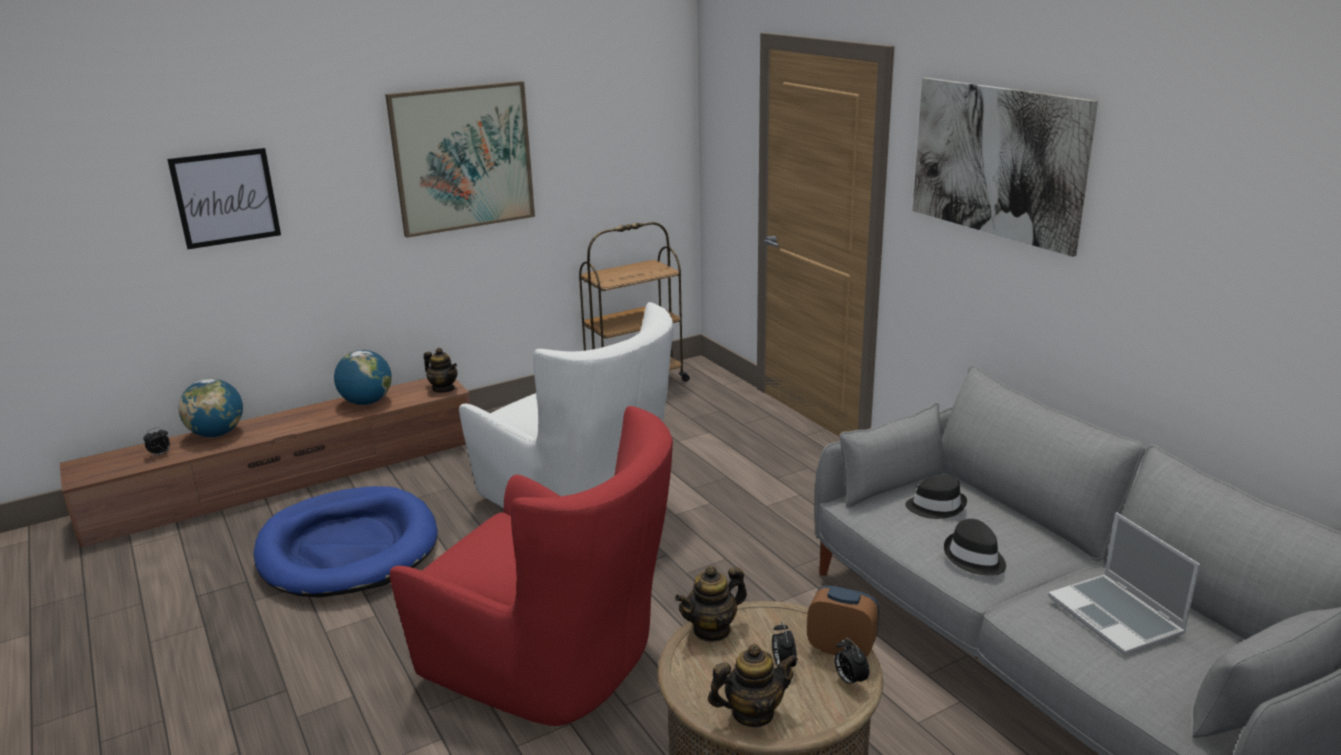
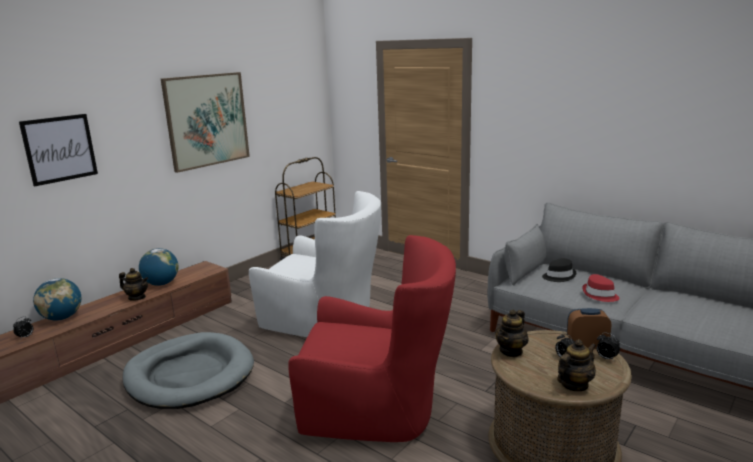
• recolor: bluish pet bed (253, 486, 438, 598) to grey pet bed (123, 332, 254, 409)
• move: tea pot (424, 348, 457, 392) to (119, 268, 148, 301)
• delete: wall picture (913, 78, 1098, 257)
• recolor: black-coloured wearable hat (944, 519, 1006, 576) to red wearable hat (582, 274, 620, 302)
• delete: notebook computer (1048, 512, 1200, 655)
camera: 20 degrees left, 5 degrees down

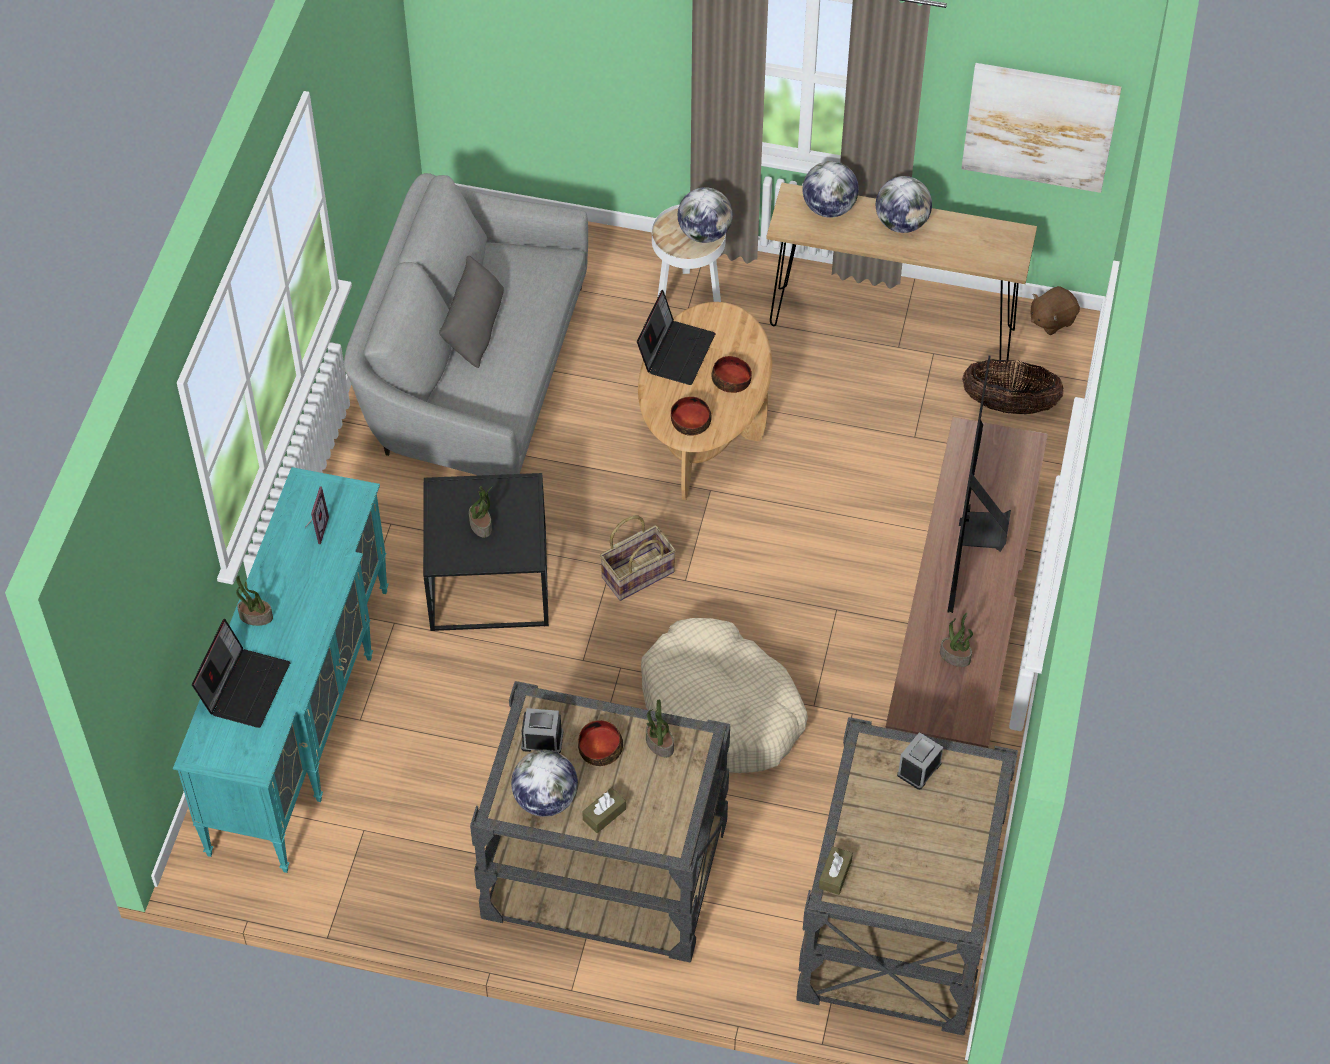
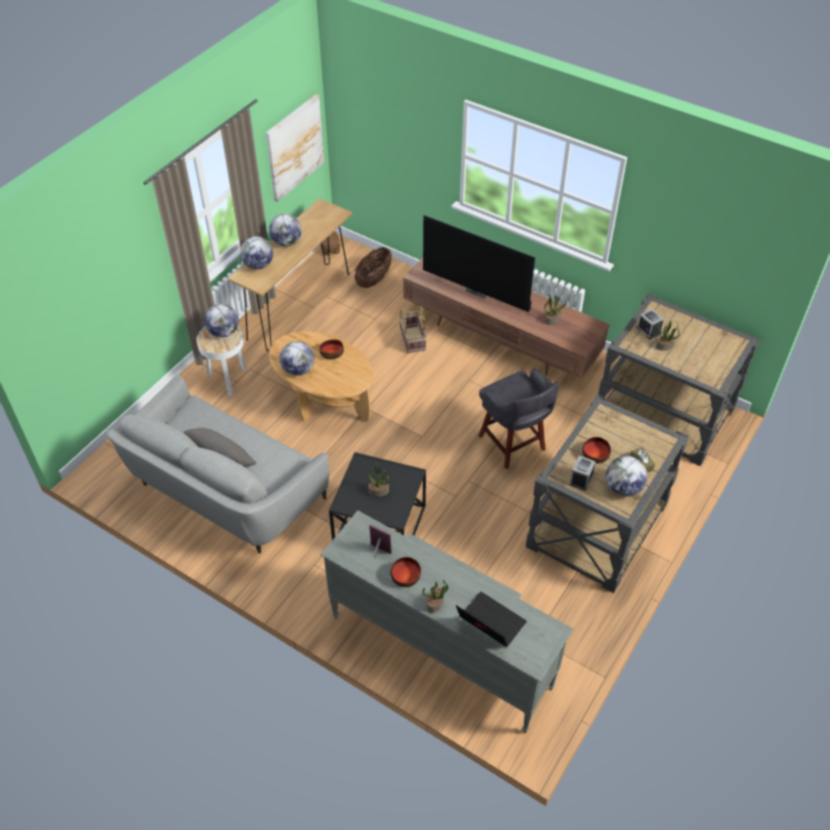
• recolor: turquoise storage cabinet (173, 467, 389, 873) to grey storage cabinet (320, 510, 573, 733)
• move: household basket (600, 515, 676, 601) to (399, 306, 427, 353)
• replace: notebook computer (637, 290, 716, 385) to desk globe (280, 341, 314, 376)
• replace: sand-coloured pet bed (641, 618, 808, 773) to grey stool (478, 368, 559, 469)
• move: plant in a pot (646, 699, 674, 757) to (656, 321, 680, 351)
• move: bowl (671, 396, 711, 436) to (390, 557, 421, 587)
• delete: brown-coloured tissue holder (819, 846, 853, 895)
camera: 70 degrees left, 5 degrees down

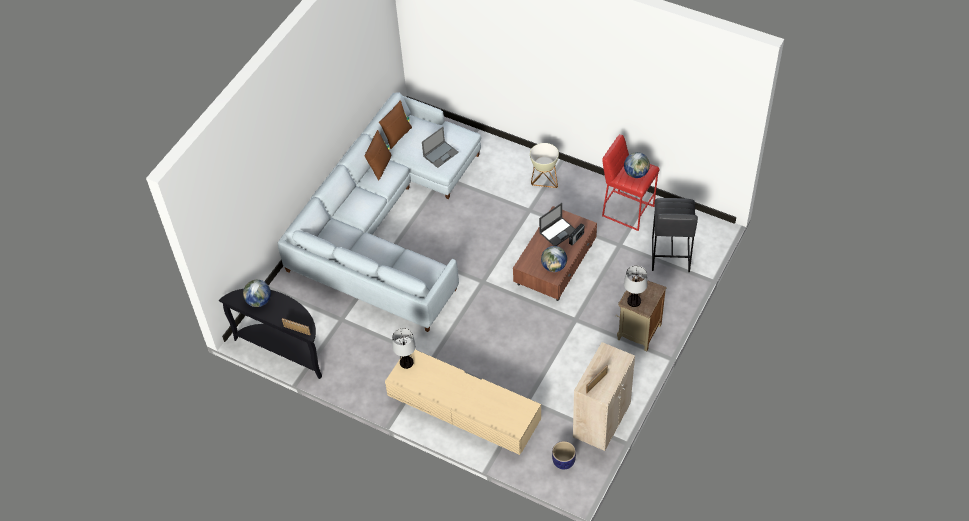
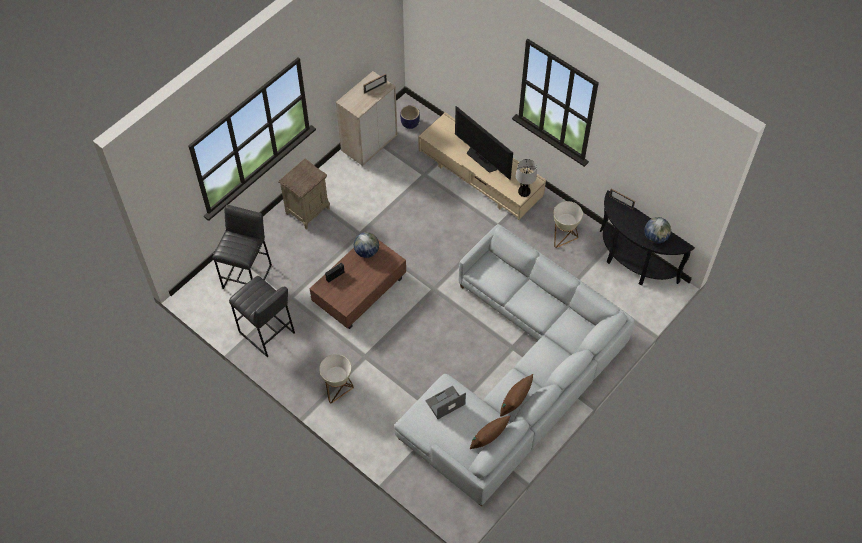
• delete: notebook computer (539, 203, 575, 246)
• recolor: red stool (602, 134, 659, 231) to grey stool (229, 276, 295, 357)
• delete: desk globe (624, 152, 650, 178)
• delete: table lamp (624, 265, 647, 307)
• insert: TV (455, 106, 513, 180)
• insert: plant pot (553, 201, 583, 248)
camera: 170 degrees left, 5 degrees up

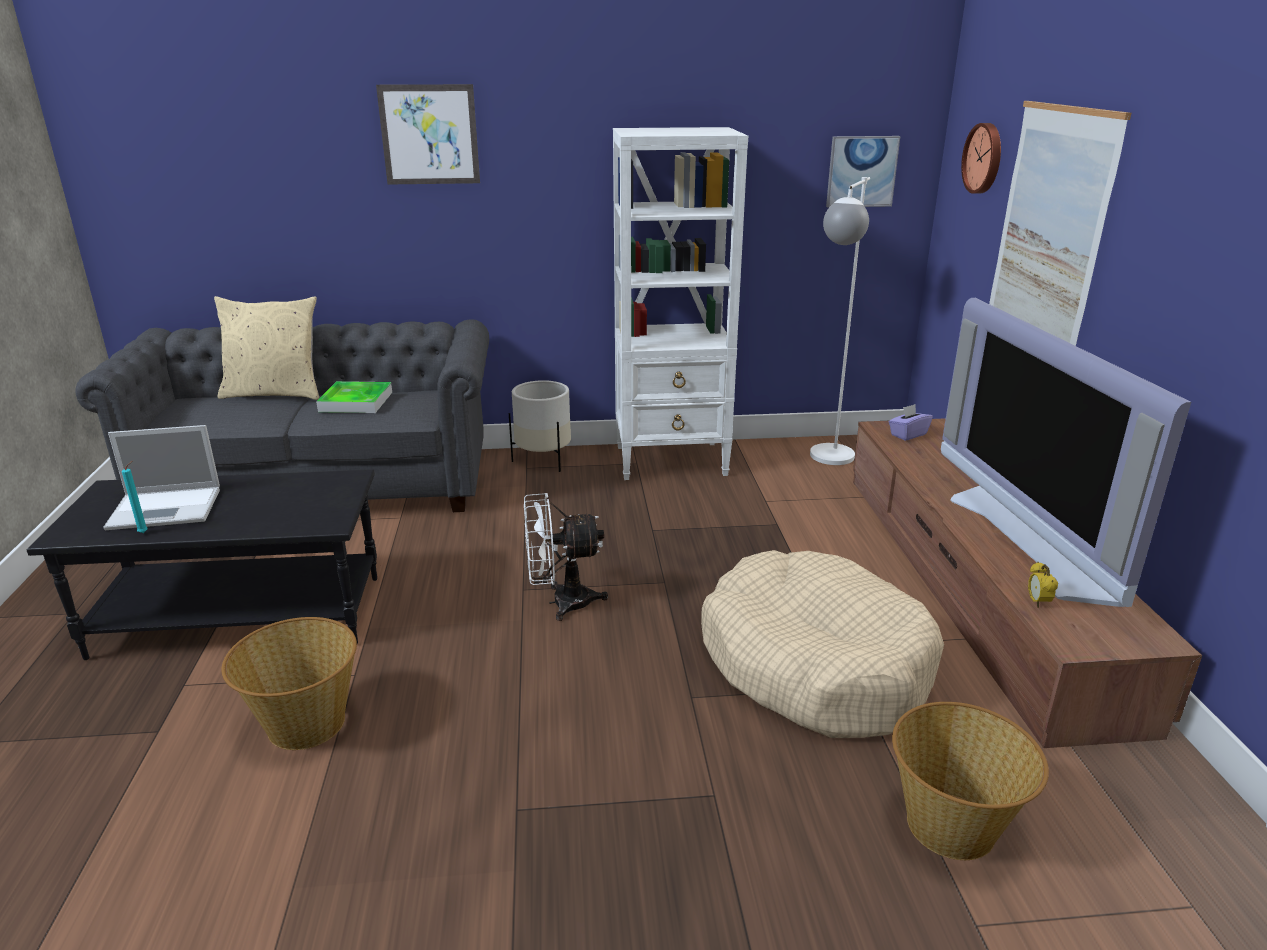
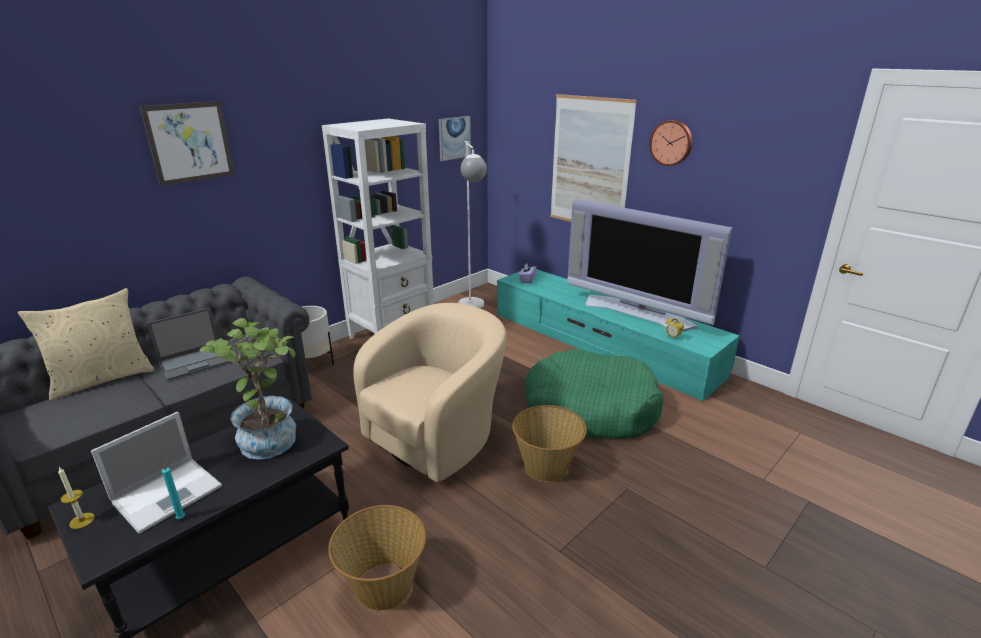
• replace: serving tray (316, 381, 392, 413) to notebook computer (147, 308, 231, 381)
• replace: white-coloured fan (524, 493, 608, 621) to sand-coloured armchair (353, 303, 506, 482)
• recolor: sand-coloured pet bed (701, 550, 944, 738) to green pet bed (524, 349, 663, 439)
• recolor: brown-coloured tv unit (853, 418, 1202, 748) to turquoise tv unit (497, 269, 740, 401)
• move: household basket (892, 702, 1049, 860) to (512, 405, 587, 482)
• move: wall clock (961, 123, 1001, 194) to (649, 120, 692, 166)
• insert: wax light (58, 467, 95, 529)
• insert: plant in a pot (200, 318, 296, 460)
camera: 40 degrees left, 0 degrees up

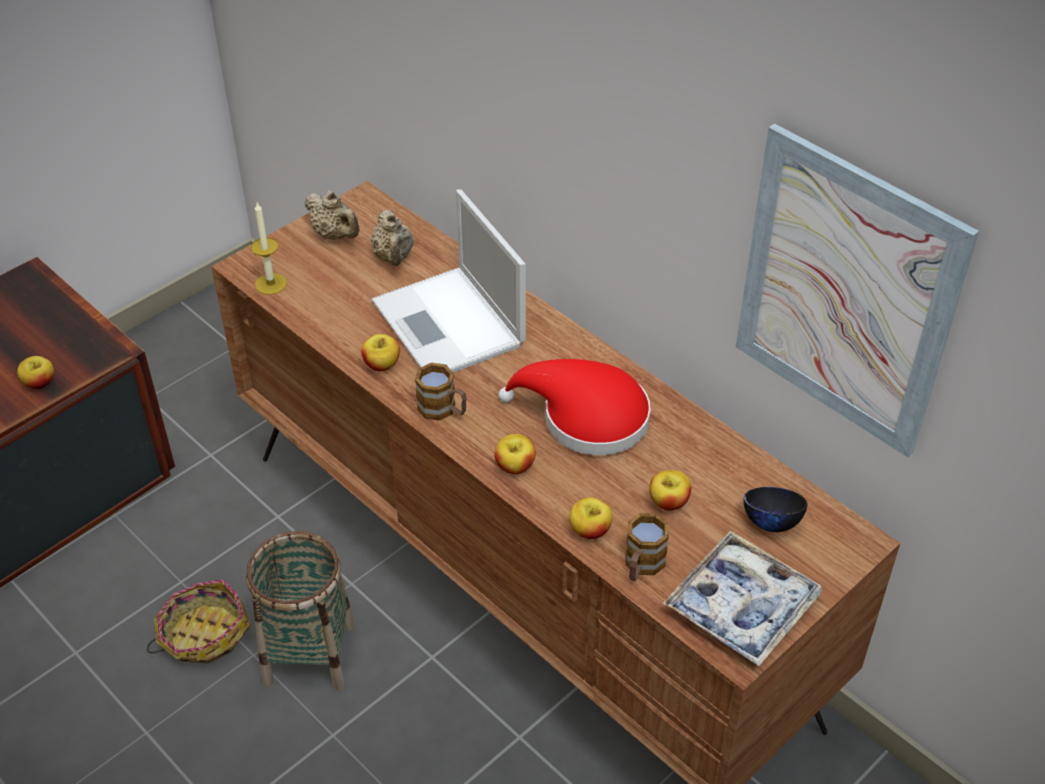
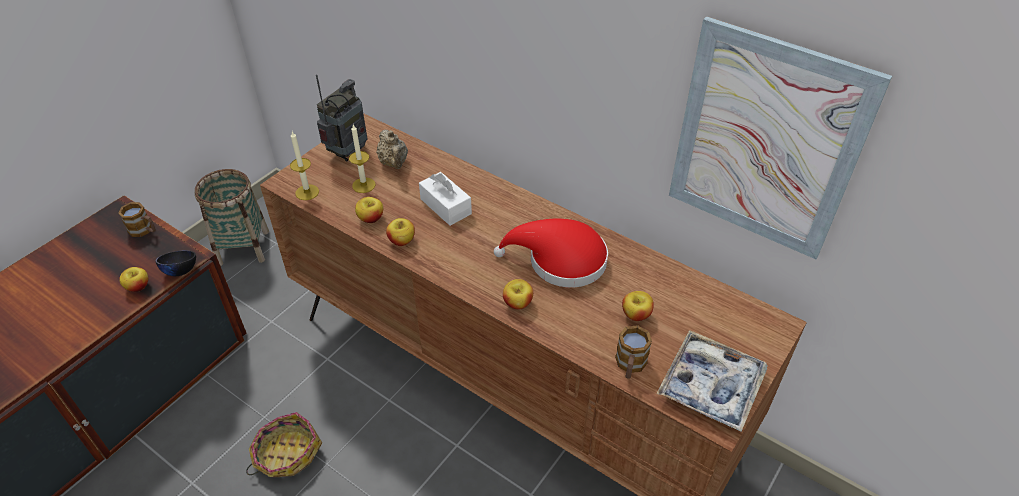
• move: household basket (246, 531, 355, 690) to (195, 169, 269, 266)
• replace: sand-coloured tea pot (304, 190, 359, 240) to radio receiver (316, 74, 367, 161)
• replace: notebook computer (372, 189, 526, 373) to white-coloured tissue holder (419, 172, 472, 226)
• move: tea mug (415, 363, 467, 421) to (118, 202, 155, 237)
• move: whole apple (569, 497, 613, 539) to (355, 197, 383, 223)
• move: black-coloured bowl (744, 487, 808, 532) to (155, 251, 196, 276)
• insert: wax light (349, 125, 376, 193)
camera: 10 degrees left, 0 degrees up

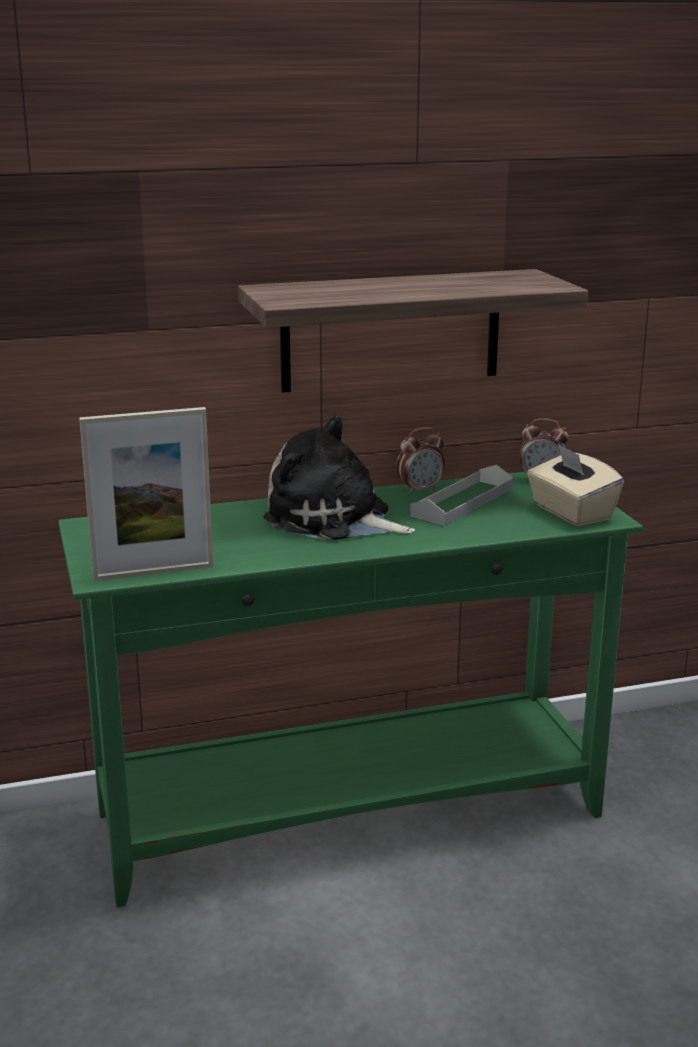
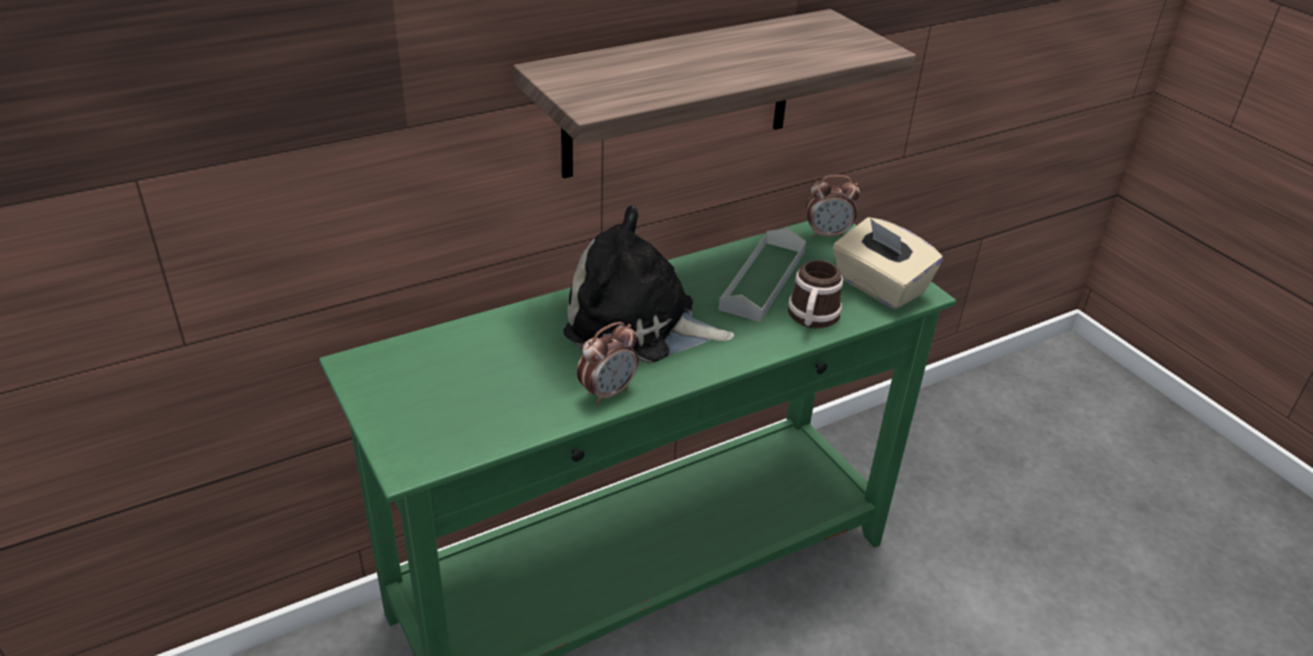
• delete: photo frame (79, 407, 213, 581)
• move: table clock (396, 427, 445, 495) to (577, 322, 638, 405)
• insert: tea mug (788, 260, 843, 329)
camera: 15 degrees left, 15 degrees up

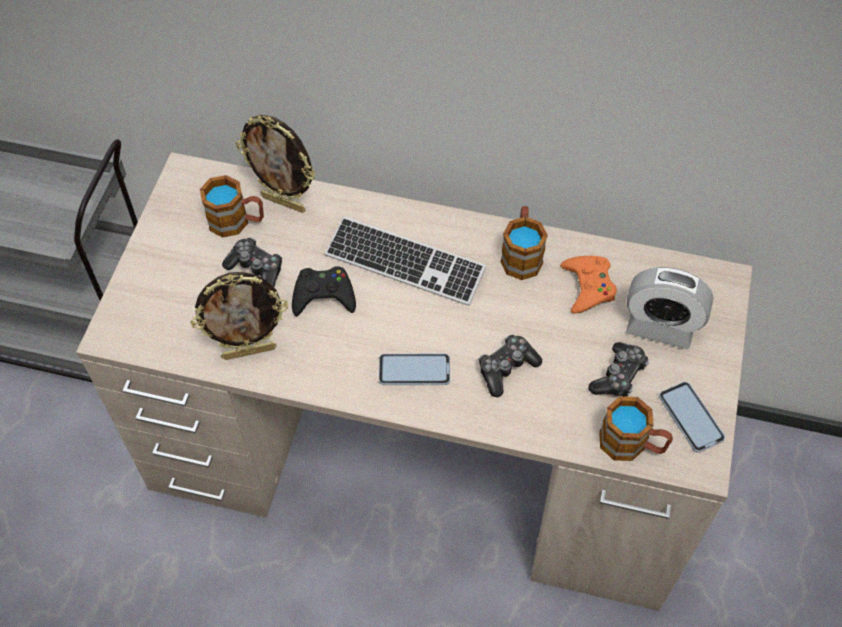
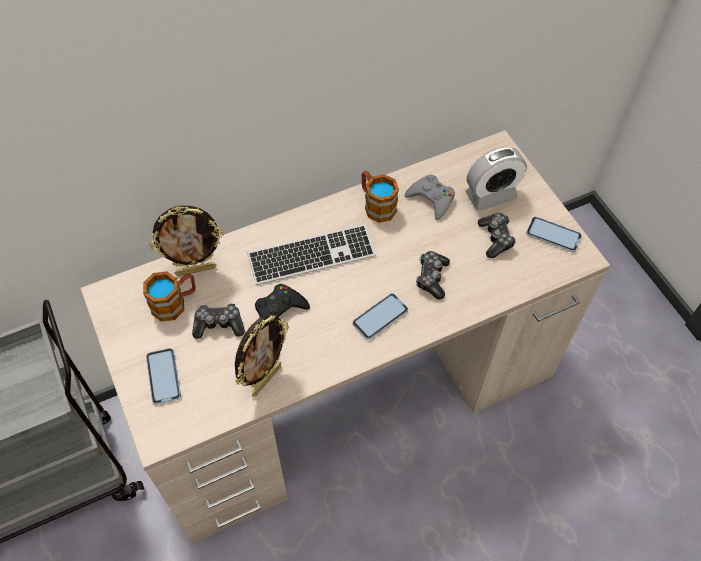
• recolor: orange-coloured joypad (560, 256, 617, 314) to grey joypad (405, 175, 455, 220)
• delete: tea mug (599, 396, 673, 461)
• insert: handset (146, 348, 181, 405)
camera: 40 degrees left, 0 degrees up

